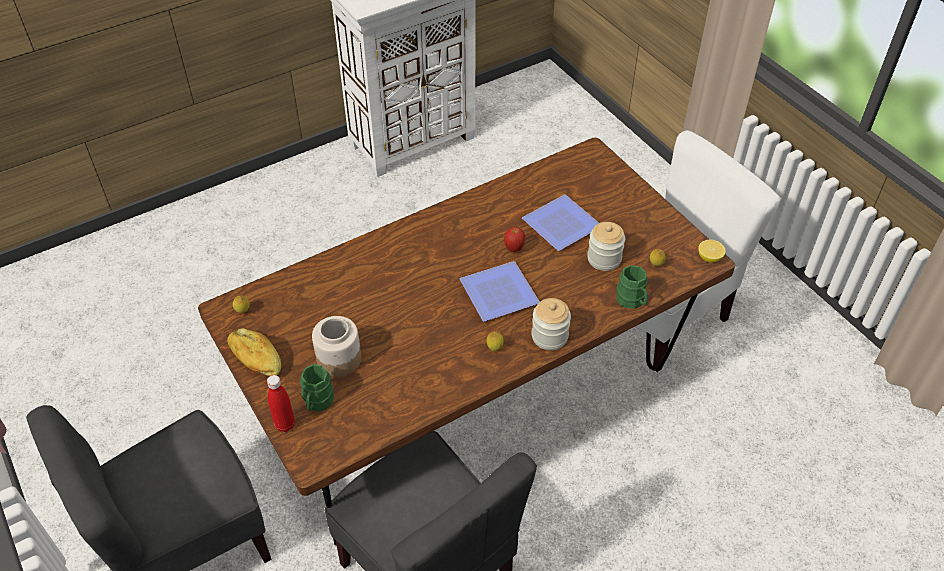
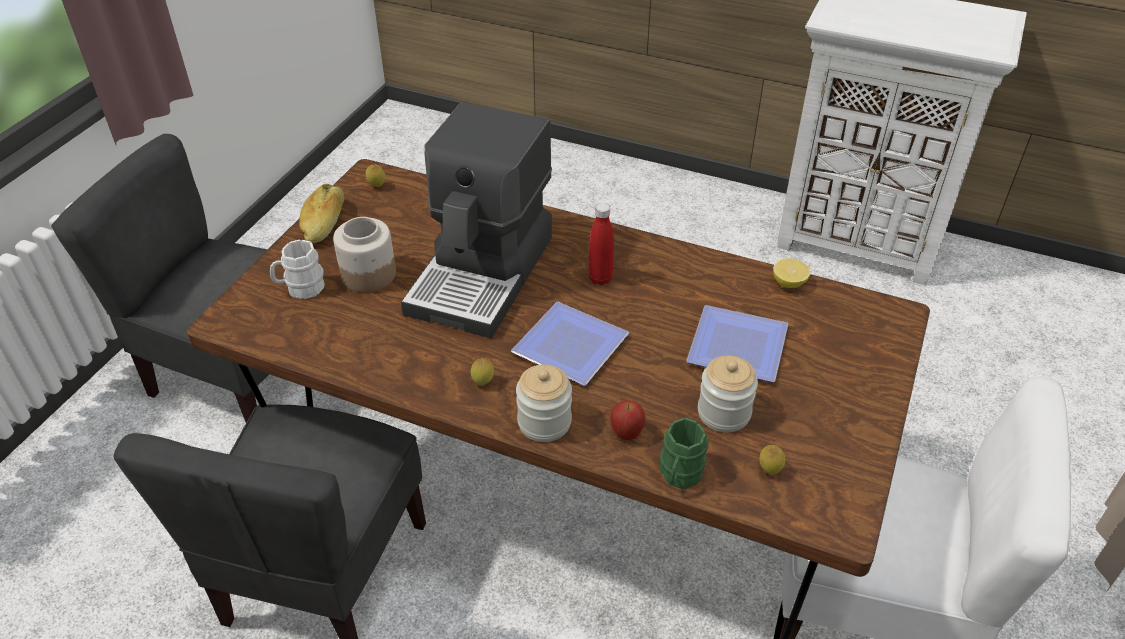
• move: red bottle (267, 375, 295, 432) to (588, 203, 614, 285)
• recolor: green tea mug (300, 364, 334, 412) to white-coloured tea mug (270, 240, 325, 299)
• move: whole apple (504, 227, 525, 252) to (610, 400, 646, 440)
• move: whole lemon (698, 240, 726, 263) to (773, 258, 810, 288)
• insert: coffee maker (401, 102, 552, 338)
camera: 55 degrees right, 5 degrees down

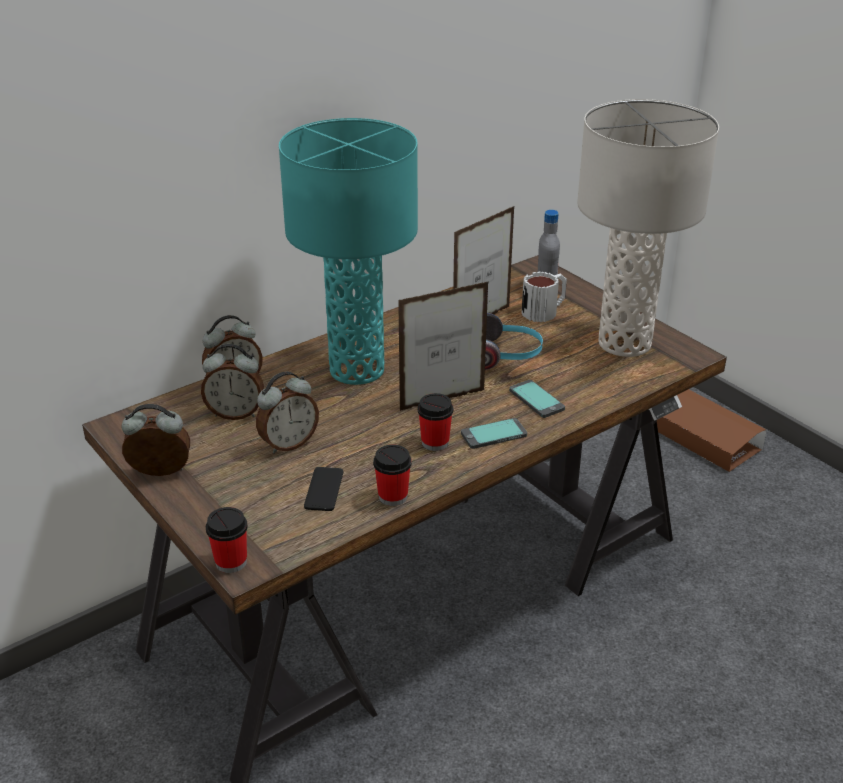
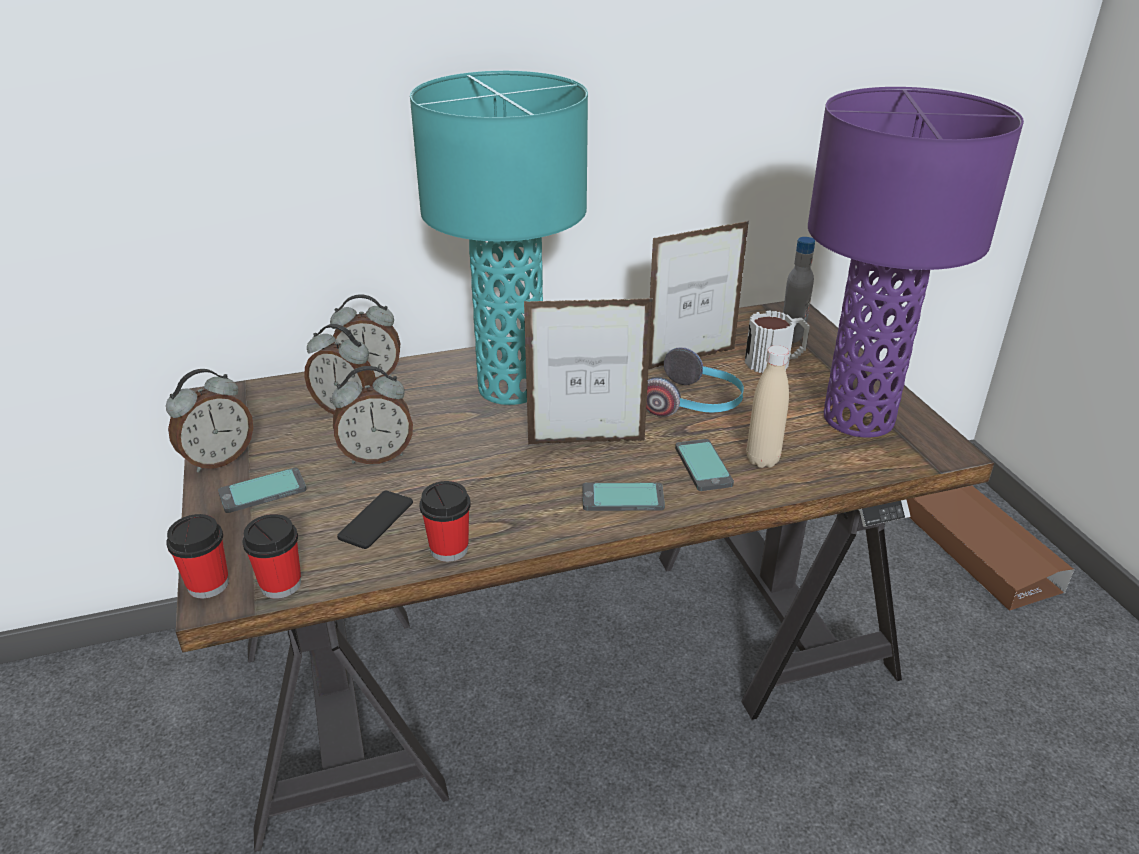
• rotate: table clock (122, 404, 190, 476) = (166, 369, 253, 472) 120 degrees clockwise
• move: cup (418, 393, 453, 451) to (242, 514, 301, 598)
• recolor: white-coloured table lamp (577, 99, 719, 357) to purple table lamp (808, 87, 1024, 437)
• insert: handset (218, 467, 307, 513)
• insert: sand-coloured bottle (747, 345, 789, 468)
camera: 20 degrees right, 0 degrees up

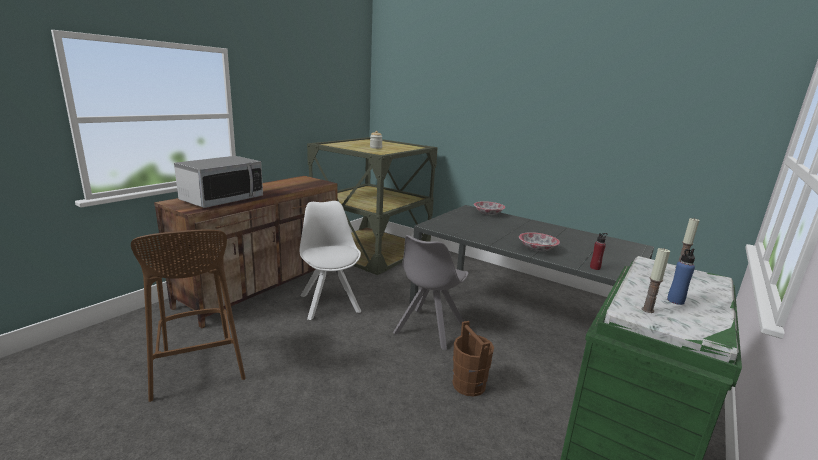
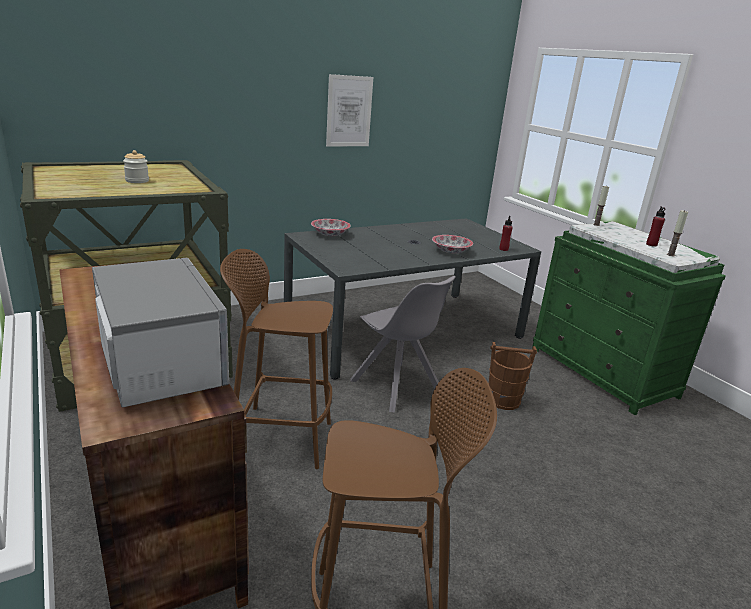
• replace: white-coloured plain chair (299, 201, 361, 320) to brown-coloured stool (220, 249, 333, 469)
• recolor: bluish bottle (667, 248, 695, 305) to red bottle (646, 206, 665, 247)
• insert: wall picture (326, 74, 373, 146)
camera: 65 degrees left, 5 degrees up

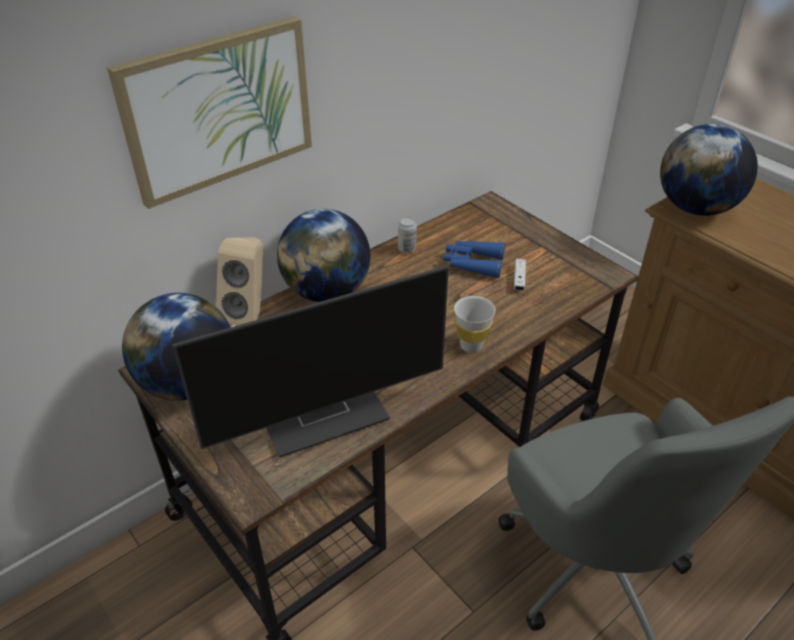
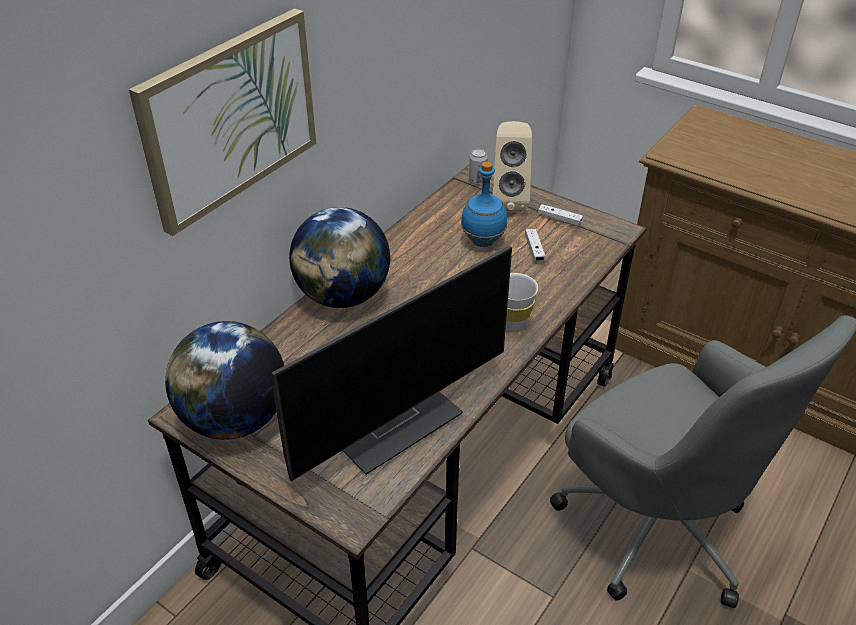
• move: sand-coloured loudspeaker (216, 237, 263, 327) to (493, 121, 532, 212)
• move: sealed can (398, 217, 417, 253) to (469, 149, 488, 185)
• replace: bluish field glasses (443, 240, 505, 278) to bluish bottle (461, 162, 507, 247)
• delete: desk globe (660, 124, 758, 216)
• insert: white-coloured joypad (538, 204, 583, 227)
camera: 15 degrees left, 0 degrees up

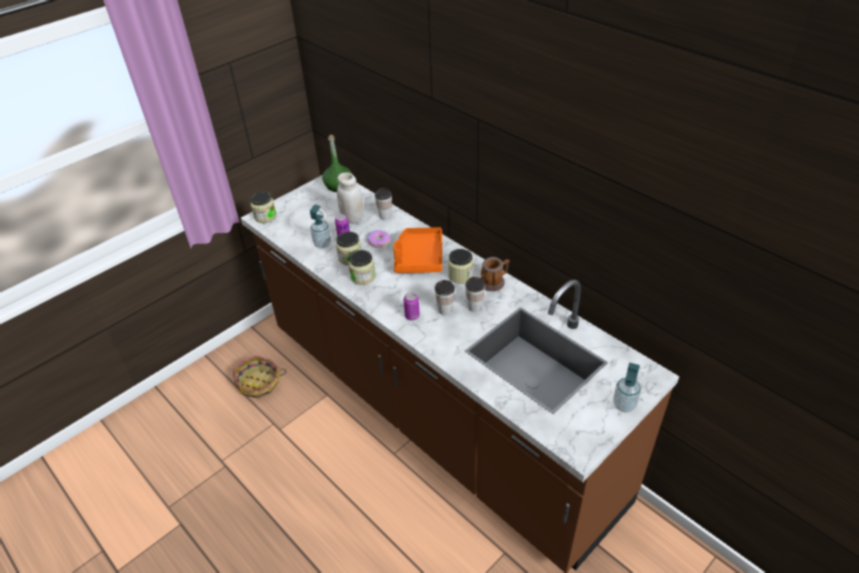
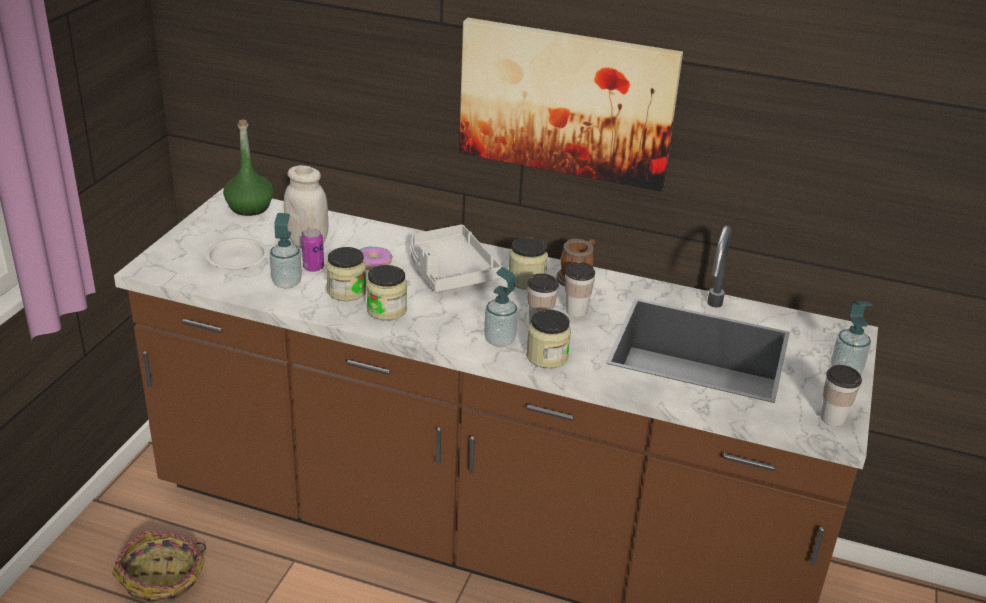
• move: preserve jar (251, 192, 277, 223) to (526, 309, 571, 369)
• move: cup (375, 188, 392, 220) to (821, 365, 862, 426)
• recolor: orange-coloured serving tray (394, 227, 442, 273) to grey serving tray (410, 224, 502, 292)
• replace: sealed can (403, 292, 420, 320) to soap dispenser (484, 267, 518, 347)
• insert: wall picture (459, 18, 683, 192)
camera: 30 degrees left, 10 degrees down

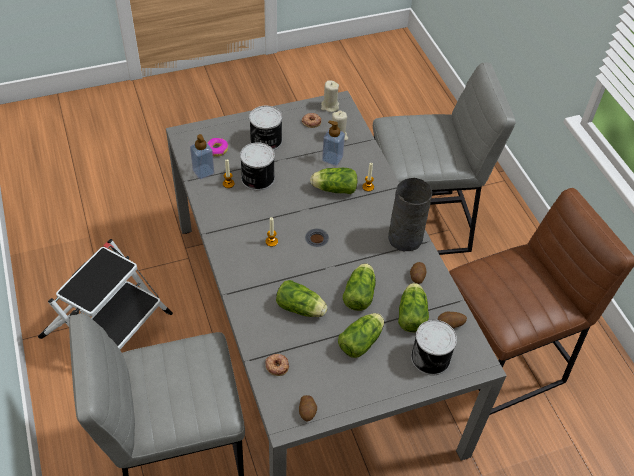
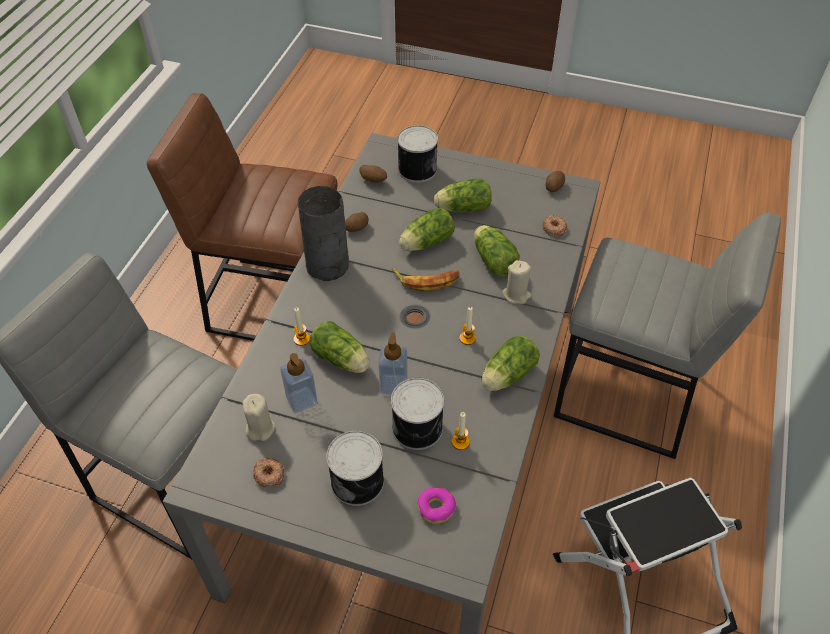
• move: soap dispenser (190, 134, 214, 179) to (378, 332, 408, 395)
• move: sand-coloured wax light (321, 80, 339, 112) to (502, 260, 531, 304)
• move: head of lettuce (398, 283, 429, 332) to (482, 336, 540, 391)
• insert: banana fruit (392, 268, 460, 291)
camera: 140 degrees left, 0 degrees up

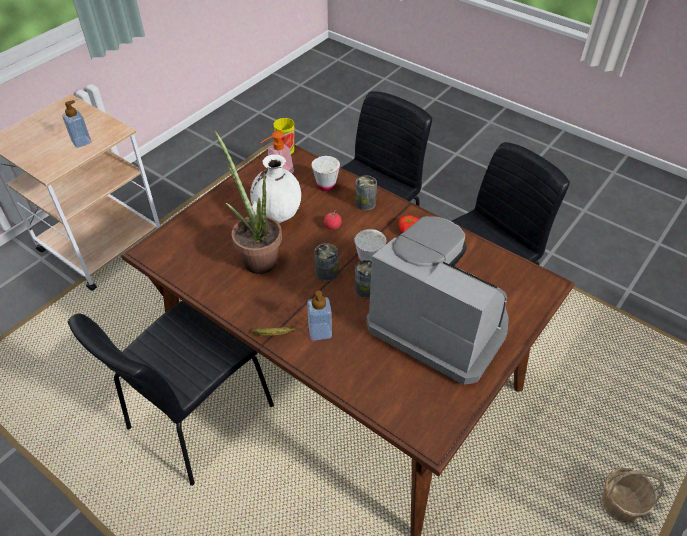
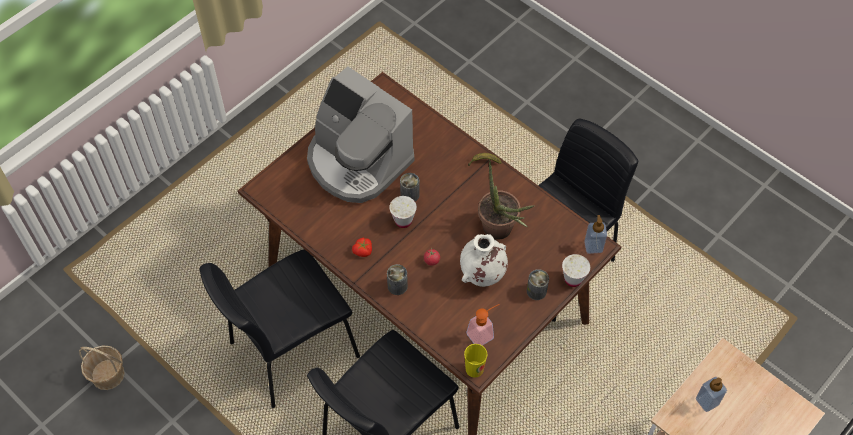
• move: soap dispenser (307, 291, 332, 341) to (584, 215, 607, 254)
• move: white-coloured cup (312, 156, 340, 191) to (562, 254, 590, 287)
• move: sealed can (314, 243, 338, 281) to (527, 269, 549, 300)
• move: household basket (601, 468, 664, 523) to (79, 345, 125, 390)
camera: 175 degrees left, 10 degrees up

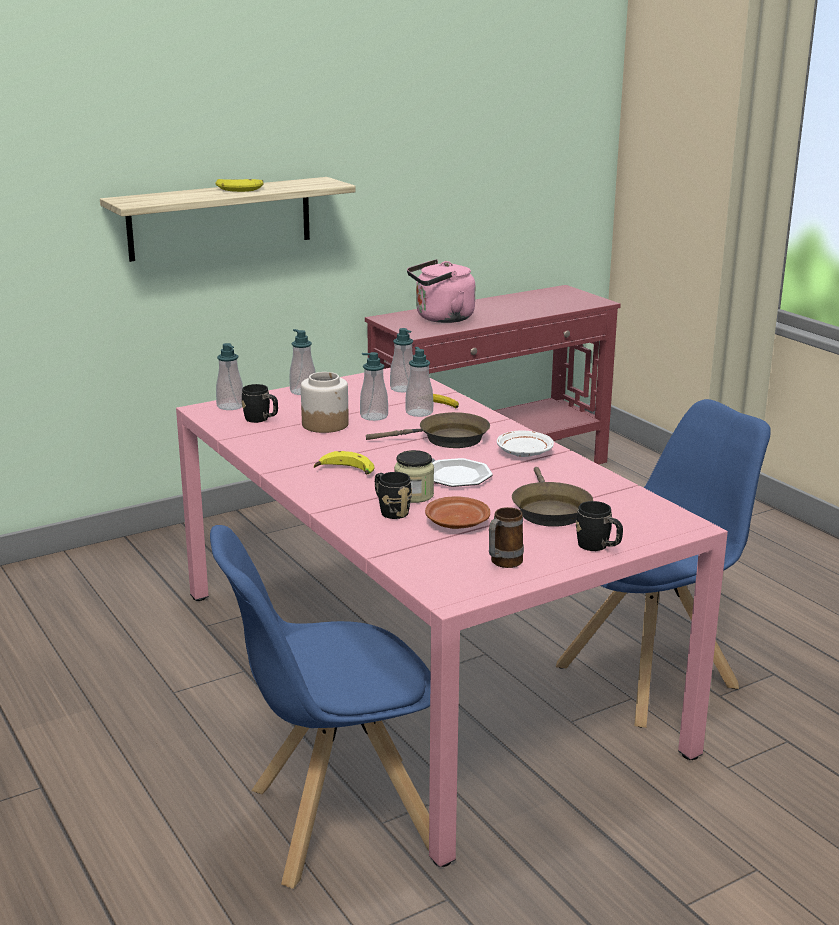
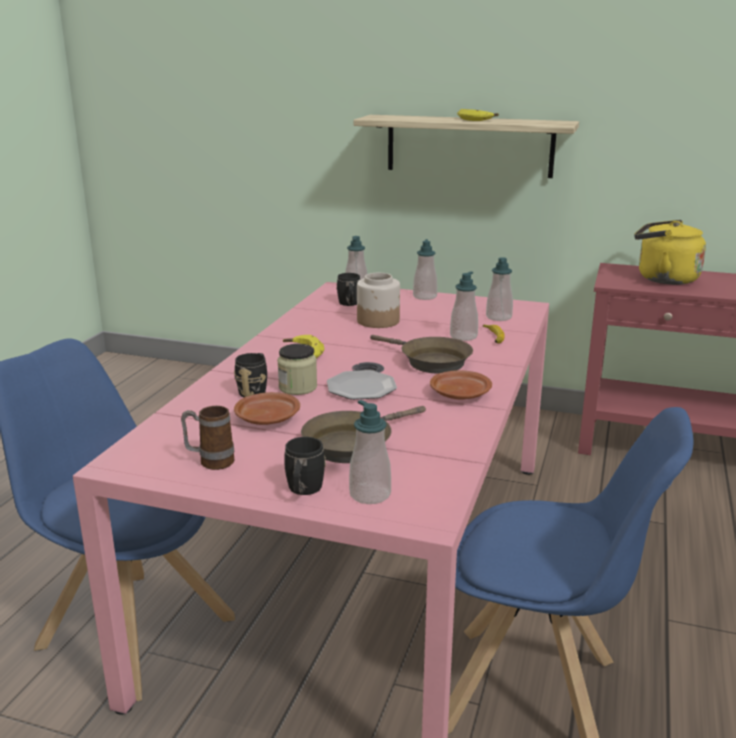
• move: soap dispenser (360, 352, 388, 421) to (349, 400, 391, 504)
• recolor: pink kettle (407, 259, 475, 323) to yellow-coloured kettle (634, 220, 706, 285)
• recolor: white-coloured dinner plate (497, 431, 554, 457) to brown-coloured dinner plate (430, 370, 492, 400)
camera: 50 degrees right, 0 degrees up

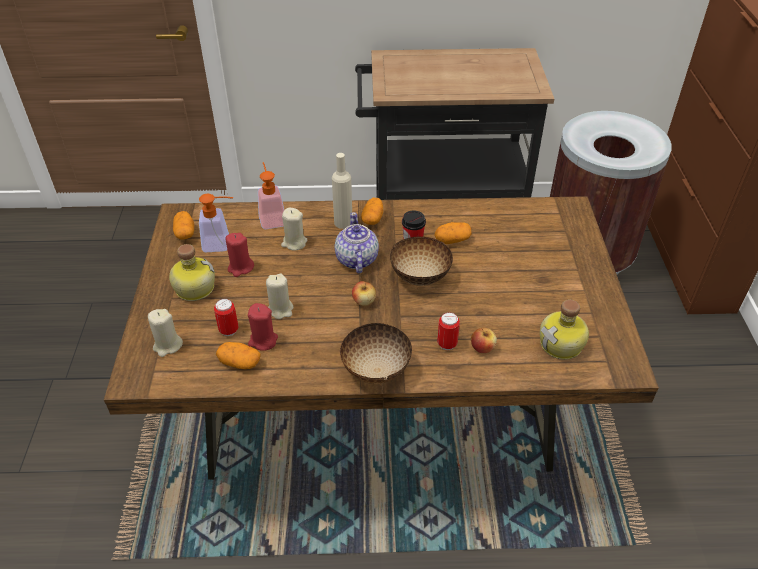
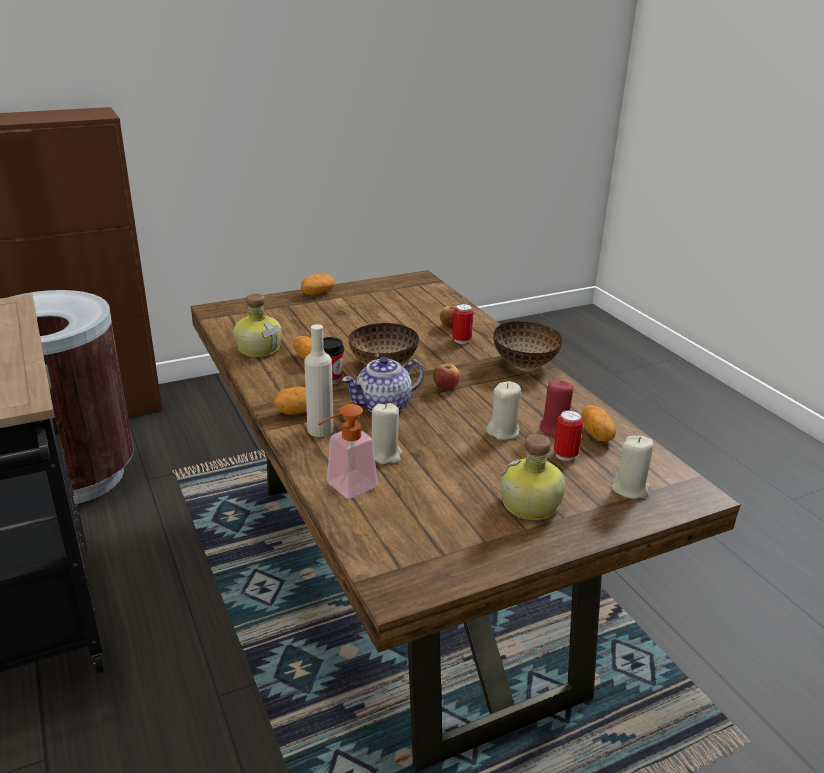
• move: potato (173, 211, 194, 240) to (301, 274, 335, 295)
• delete: soap dispenser (199, 194, 234, 252)
• delete: red wax light (225, 233, 254, 277)
• move: bottle (540, 299, 589, 360) to (233, 293, 282, 357)
camera: 115 degrees left, 15 degrees down

